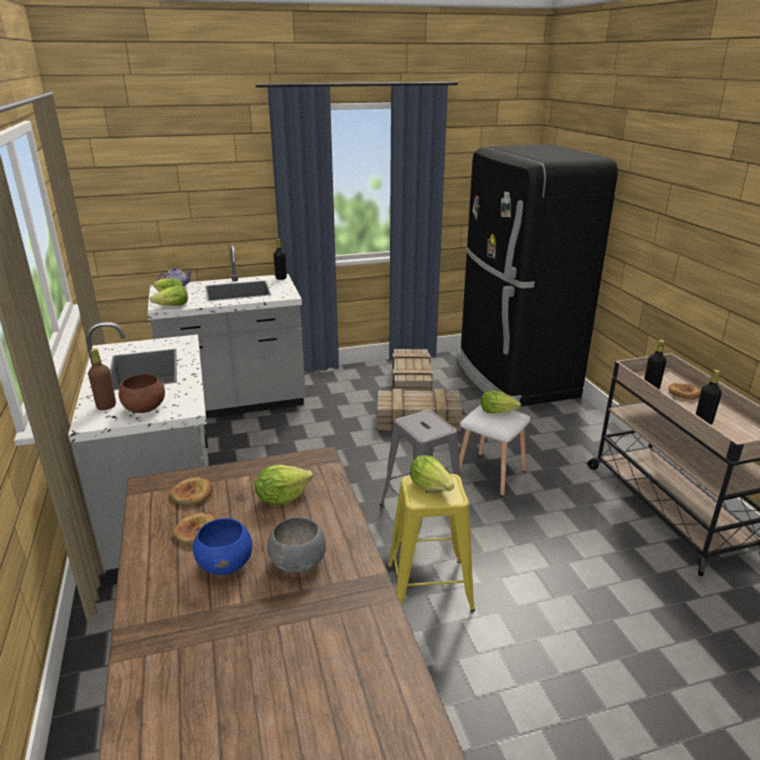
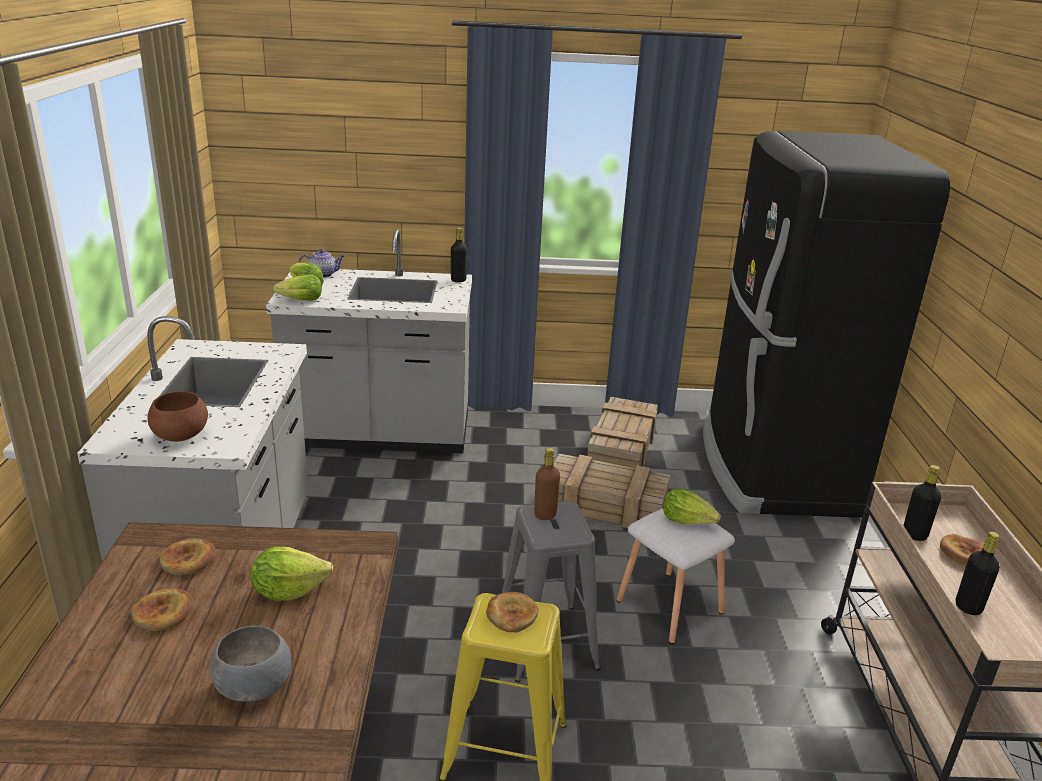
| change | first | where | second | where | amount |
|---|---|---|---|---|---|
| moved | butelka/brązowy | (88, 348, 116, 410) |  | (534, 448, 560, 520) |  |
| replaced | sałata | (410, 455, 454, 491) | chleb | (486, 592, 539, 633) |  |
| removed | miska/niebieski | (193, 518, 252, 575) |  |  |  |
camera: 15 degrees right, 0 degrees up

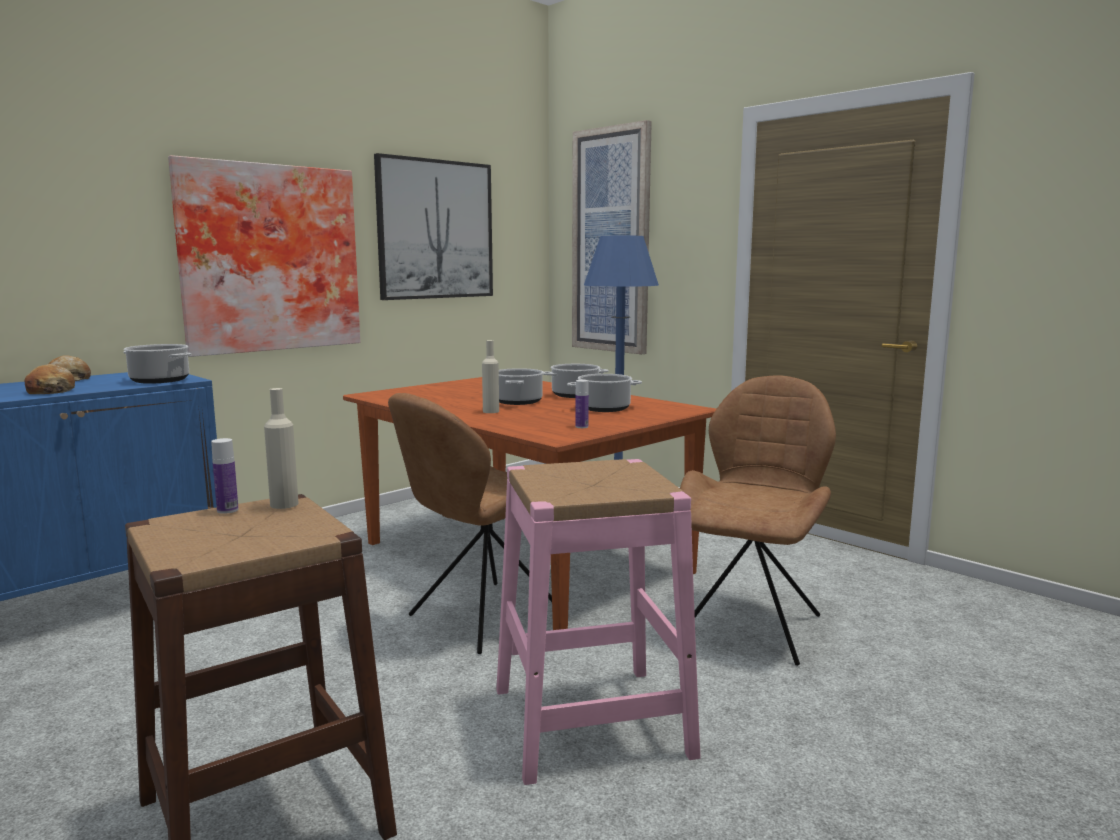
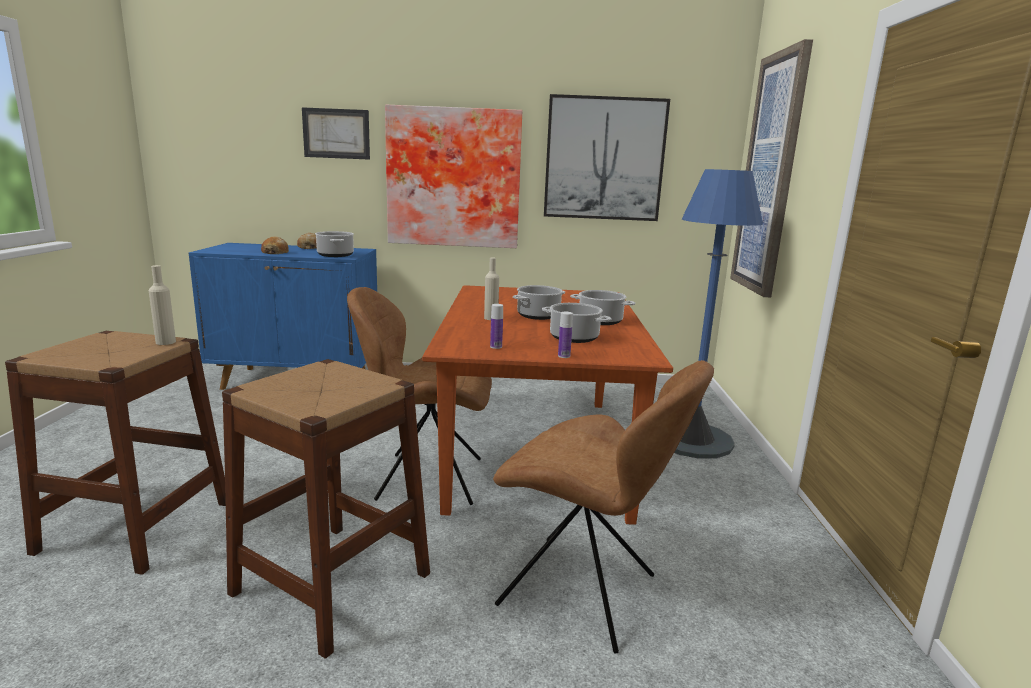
| change | first | where | second | where | amount |
|---|---|---|---|---|---|
| turned | krzesło/brązowy | (680, 375, 836, 666) |  | (493, 360, 714, 654) | 45 degrees clockwise |
| moved | butelka | (211, 438, 239, 514) |  | (558, 312, 573, 358) |  |
| recoloured | stołek/różowy | (496, 459, 701, 785) | stołek/brązowy | (222, 359, 430, 659) |  |
| added |  |  | obraz | (302, 107, 370, 160) |  |
camera: 45 degrees right, 5 degrees up

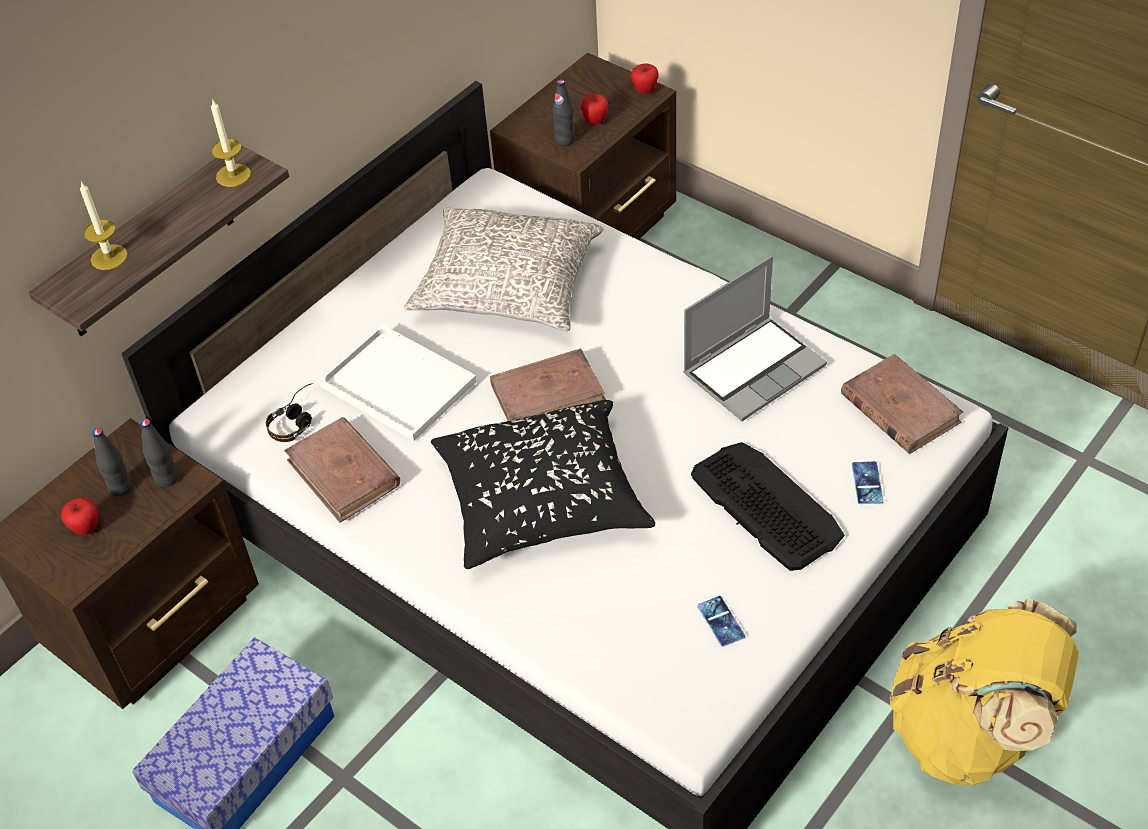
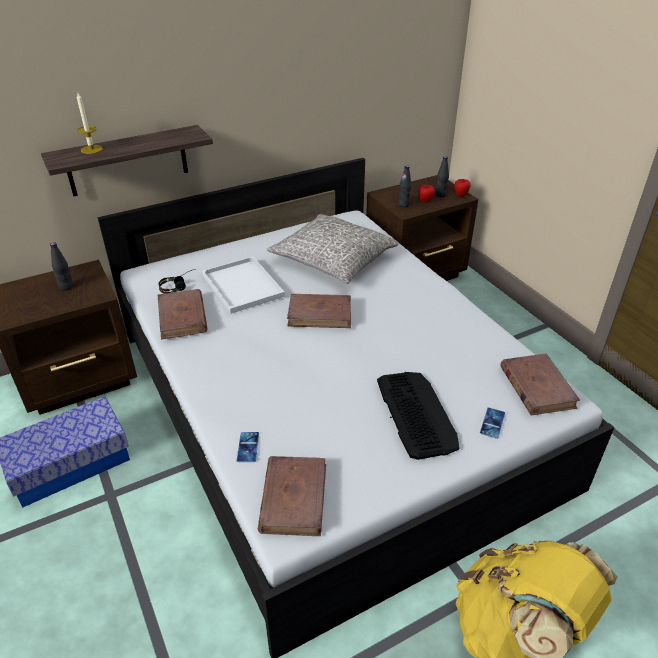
| change | first | where | second | where | amount |
|---|---|---|---|---|---|
| removed | świeca | (211, 100, 251, 187) |  |  |  |
| removed | laptop | (683, 256, 827, 421) |  |  |  |
| removed | poduszka/czarny | (431, 400, 655, 569) |  |  |  |
| moved | butelka/czarny | (140, 419, 178, 487) |  | (435, 156, 449, 197) |  |
| removed | jabłko | (61, 497, 98, 535) |  |  |  |
| moved | telefon | (697, 596, 745, 647) |  | (237, 432, 259, 462) |  |
| added |  |  | książka/brązowy | (258, 456, 326, 536) |  |
camera: 20 degrees right, 10 degrees down

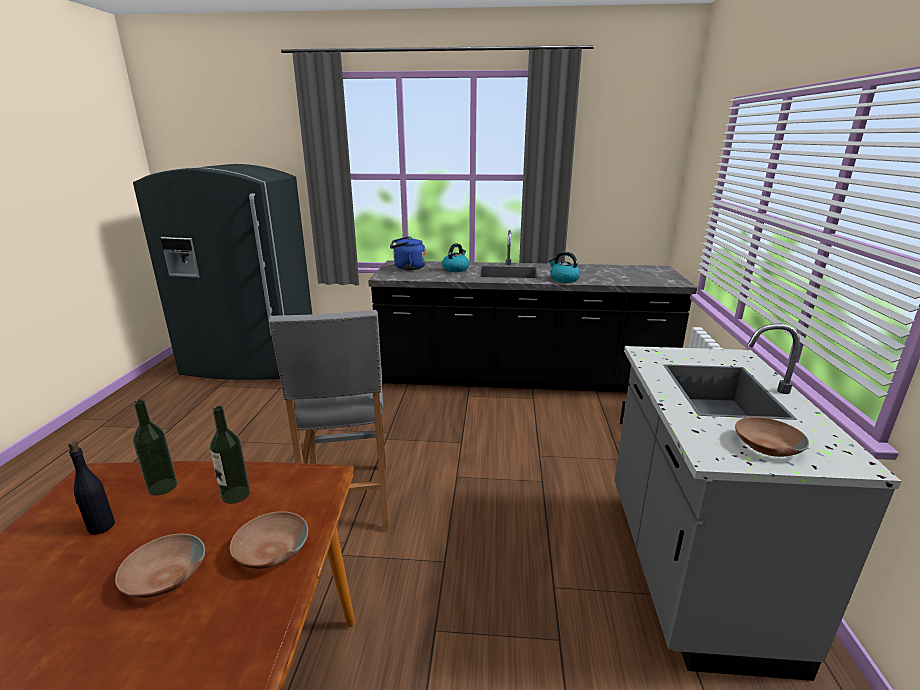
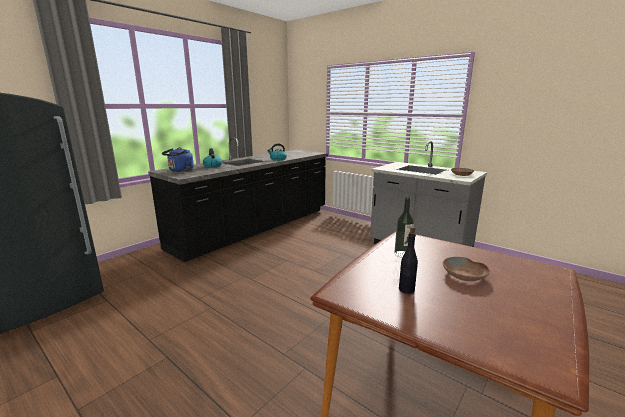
| change | first | where | second | where | amount |
|---|---|---|---|---|---|
| removed | stołek/szary | (269, 310, 389, 532) |  |  |  |
| removed | butelka | (133, 400, 177, 496) |  |  |  |
| removed | miska/brązowy | (230, 511, 308, 569) |  |  |  |
camera: 55 degrees left, 5 degrees down

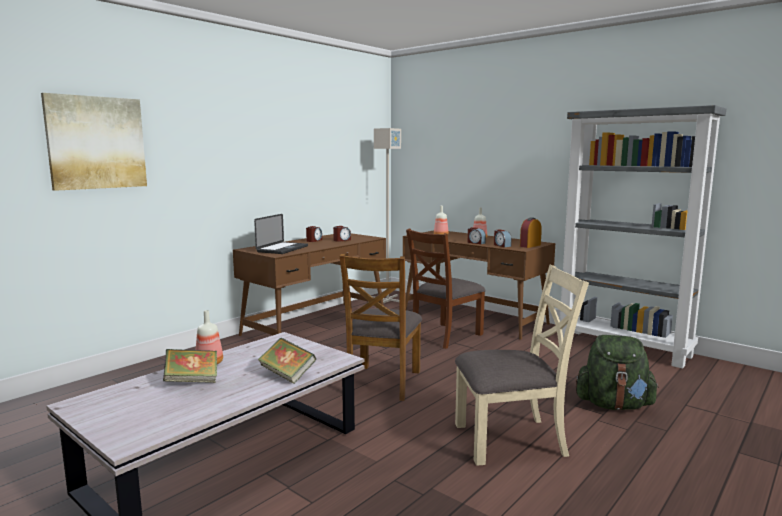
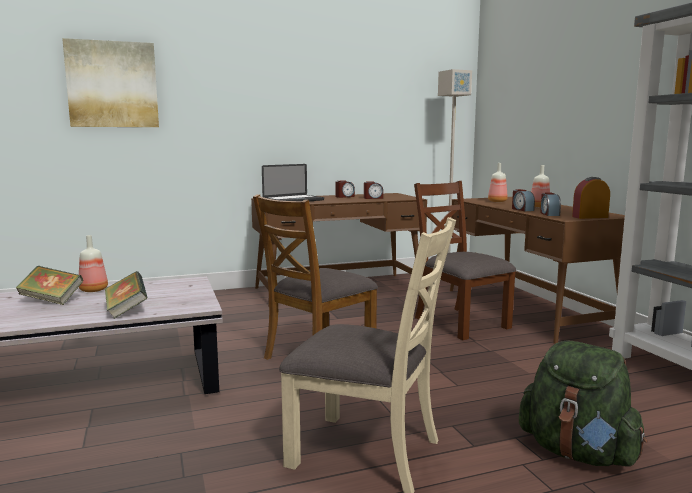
| change | first | where | second | where | amount |
|---|---|---|---|---|---|
| turned | krzesło/brązowy | (406, 229, 486, 349) |  | (414, 181, 516, 340) | 75 degrees clockwise |
camera: 30 degrees right, 0 degrees up

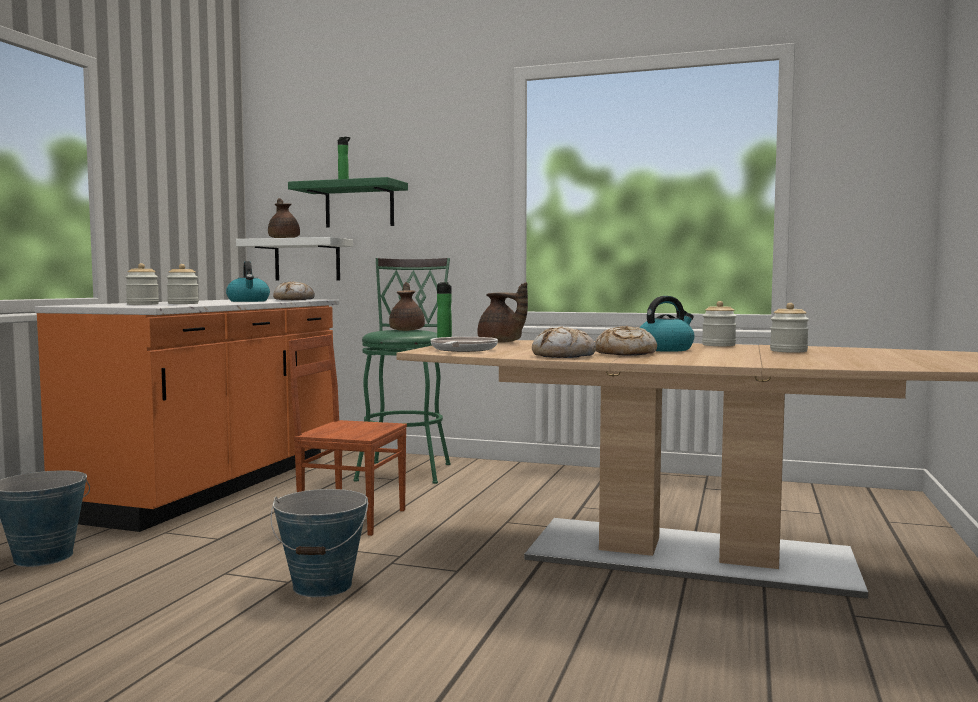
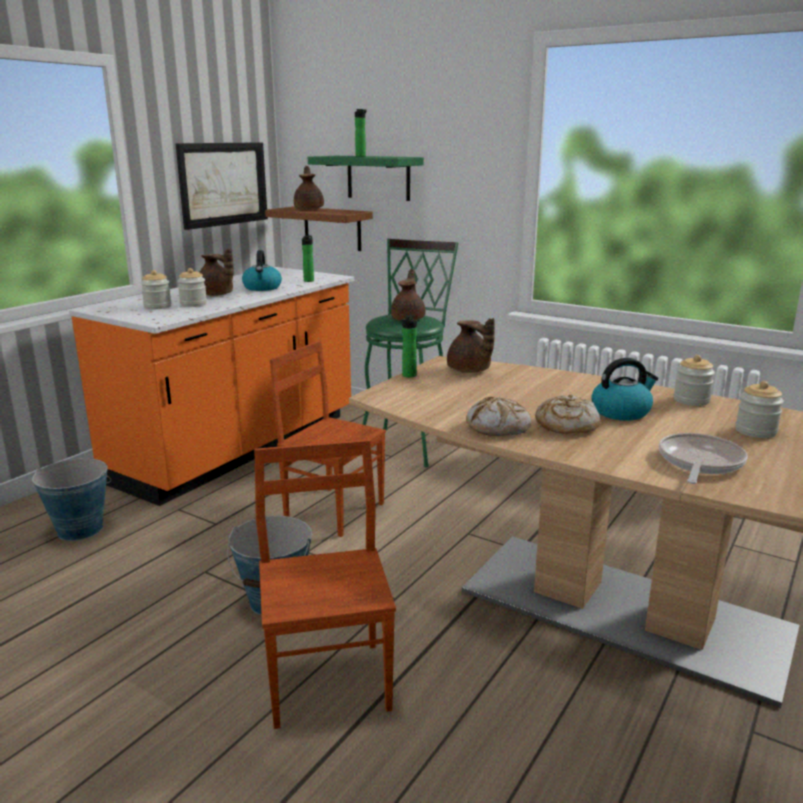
| change | first | where | second | where | amount |
|---|---|---|---|---|---|
| recoloured | półka/biały | (236, 237, 353, 281) | półka/brązowy | (265, 206, 373, 251) |  |
| replaced | chleb | (273, 281, 315, 300) | butelka | (302, 236, 314, 282) |  |
| moved | patelnia | (431, 337, 498, 352) |  | (659, 433, 748, 484) |  |
| added |  |  | obraz | (176, 142, 268, 230) |  |
| added |  |  | imbryk/brązowy | (200, 248, 234, 296) |  |
| added |  |  | krzesło/brązowy | (254, 439, 396, 729) |  |
camera: 15 degrees right, 15 degrees up

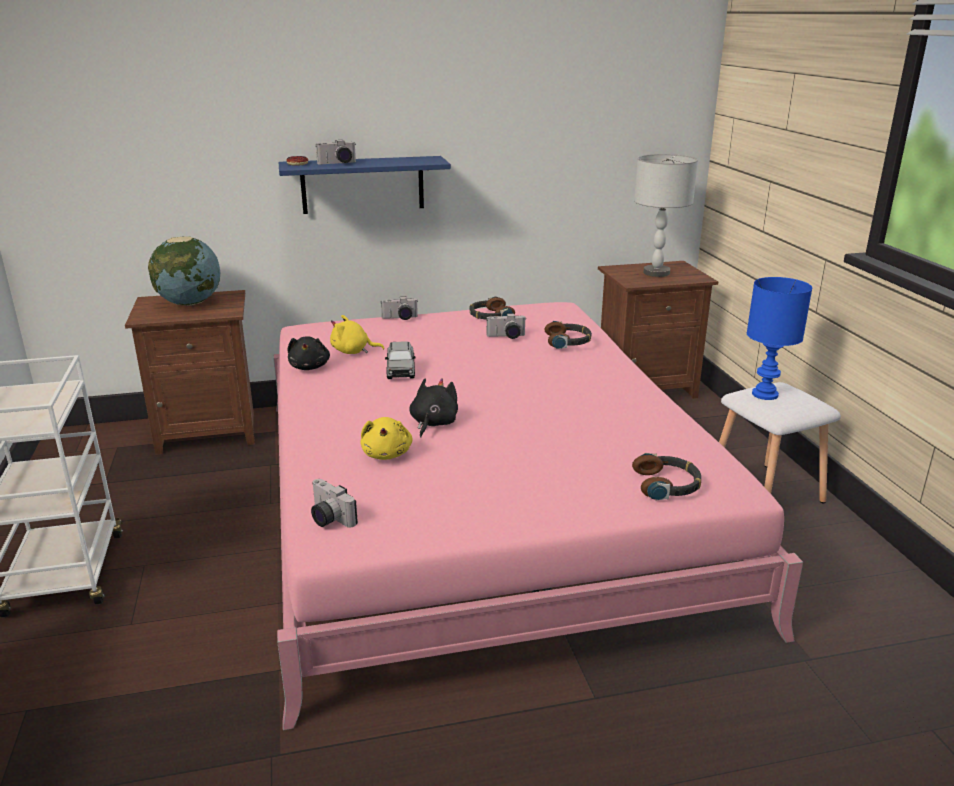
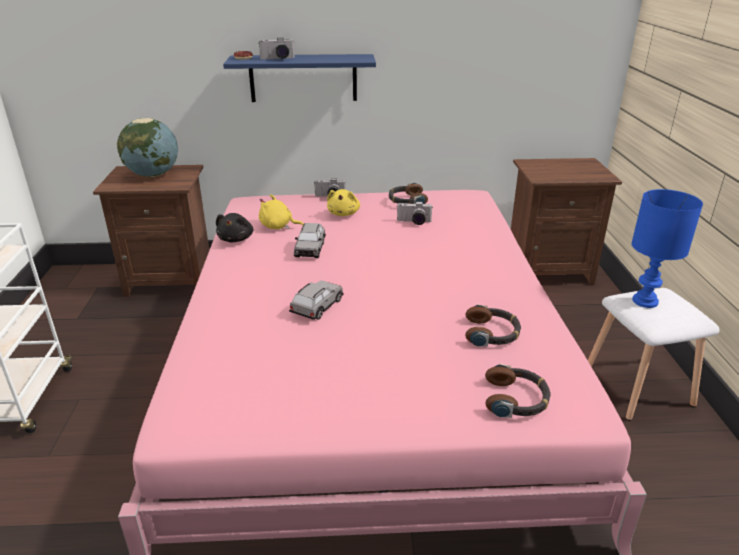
| change | first | where | second | where | amount |
|---|---|---|---|---|---|
| removed | lampa stołowa/szary | (634, 154, 698, 277) |  |  |  |
| moved | słuchawki | (544, 321, 592, 349) |  | (465, 304, 521, 347) |  |
| replaced | pluszak/czarny | (409, 378, 458, 437) | samochodzik/szary | (289, 280, 344, 320) |  |
| moved | pluszak/żółty | (360, 417, 413, 460) |  | (327, 189, 360, 216) |  |
| removed | aparat fotograficzny | (311, 479, 358, 528) |  |  |  |
camera: 10 degrees right, 5 degrees up

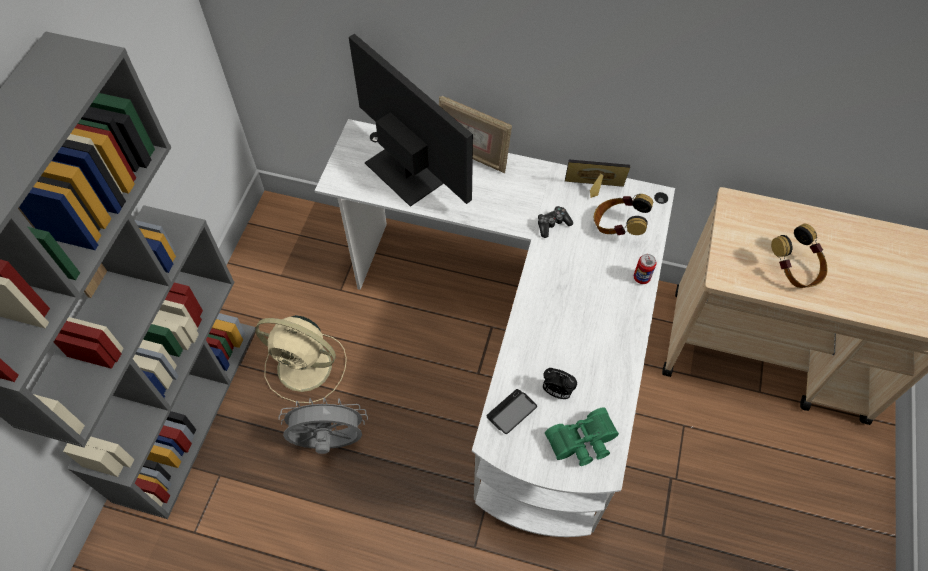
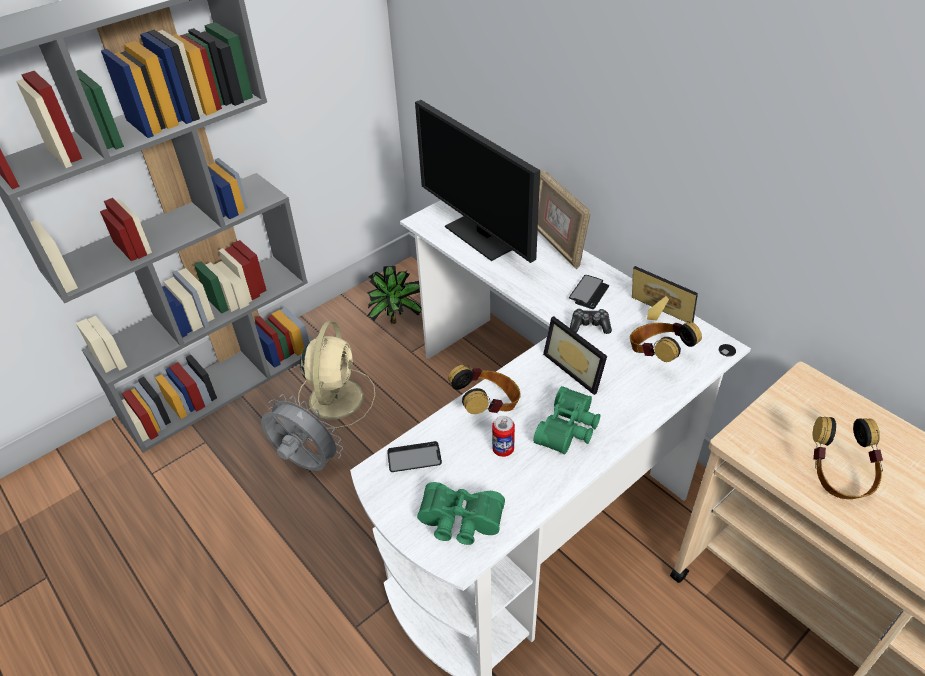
| change | first | where | second | where | amount |
|---|---|---|---|---|---|
| turned | monitor | (349, 34, 473, 207) |  | (415, 100, 540, 263) | 150 degrees clockwise |
| moved | puszka | (634, 254, 656, 284) |  | (492, 416, 515, 457) |  |
| turned | wentylator/beżowy | (255, 315, 347, 403) |  | (298, 321, 375, 429) | 135 degrees counterclockwise |
| removed | budzik | (543, 368, 577, 399) |  |  |  |
| added |  |  | roślina doniczkowa | (367, 266, 422, 324) |  |
| added |  |  | telefon | (569, 275, 609, 309) |  |
| added |  |  | ramka na zdjęcie | (543, 316, 607, 395) |  |
| added |  |  | słuchawki | (448, 365, 521, 414) |  |
| added |  |  | lornetka/zielony | (533, 386, 601, 455) |  |
camera: 35 degrees right, 15 degrees down

